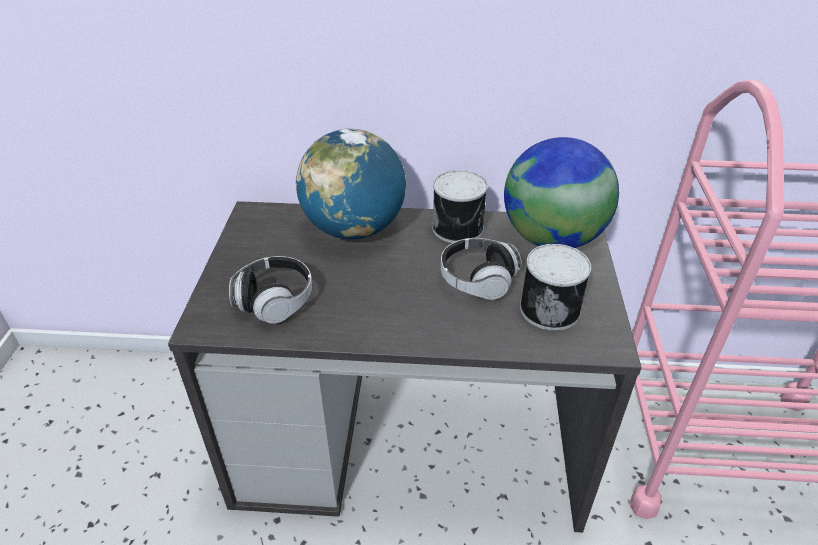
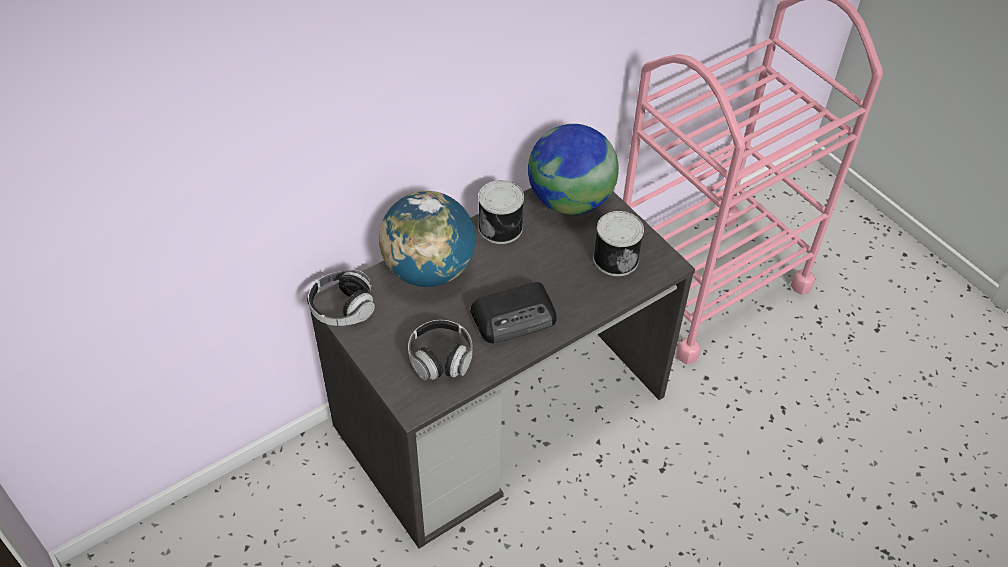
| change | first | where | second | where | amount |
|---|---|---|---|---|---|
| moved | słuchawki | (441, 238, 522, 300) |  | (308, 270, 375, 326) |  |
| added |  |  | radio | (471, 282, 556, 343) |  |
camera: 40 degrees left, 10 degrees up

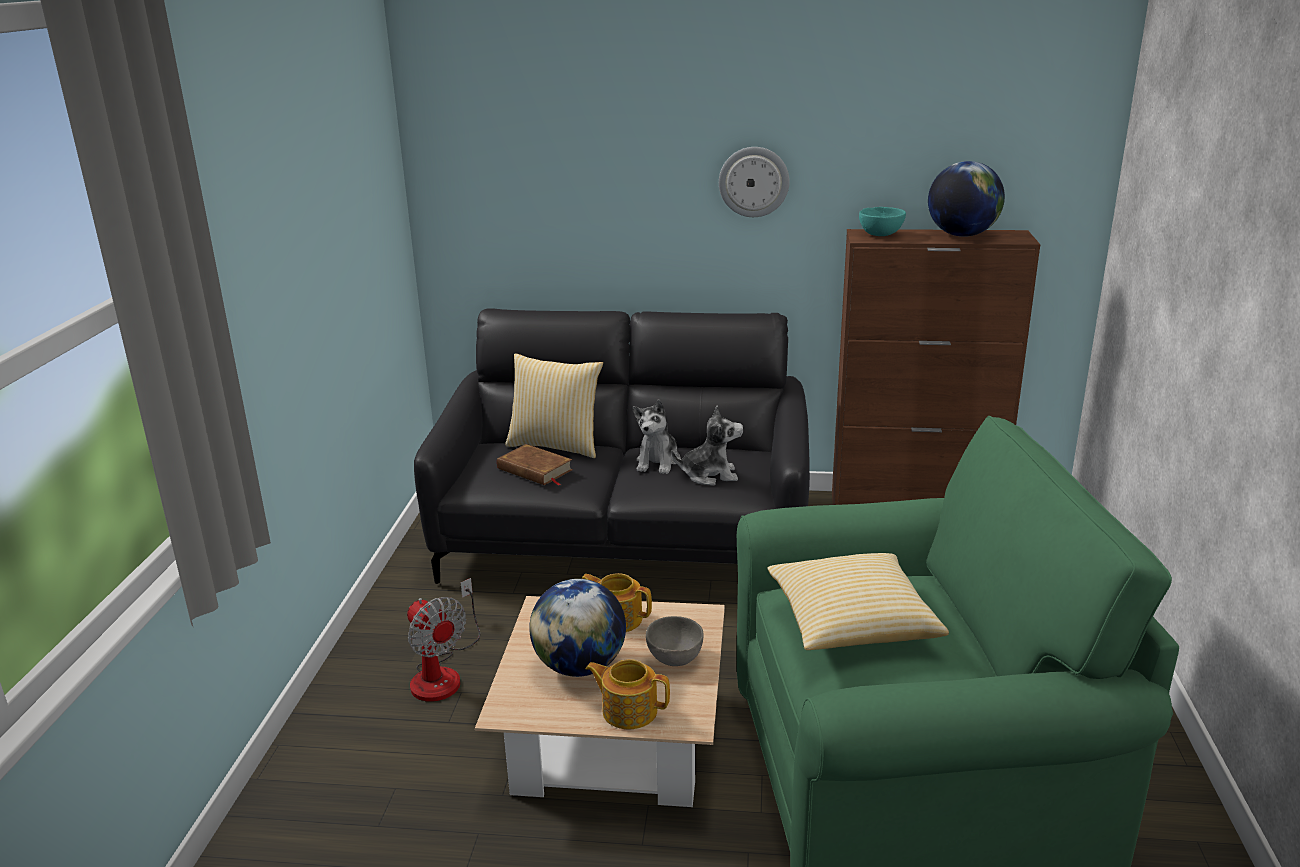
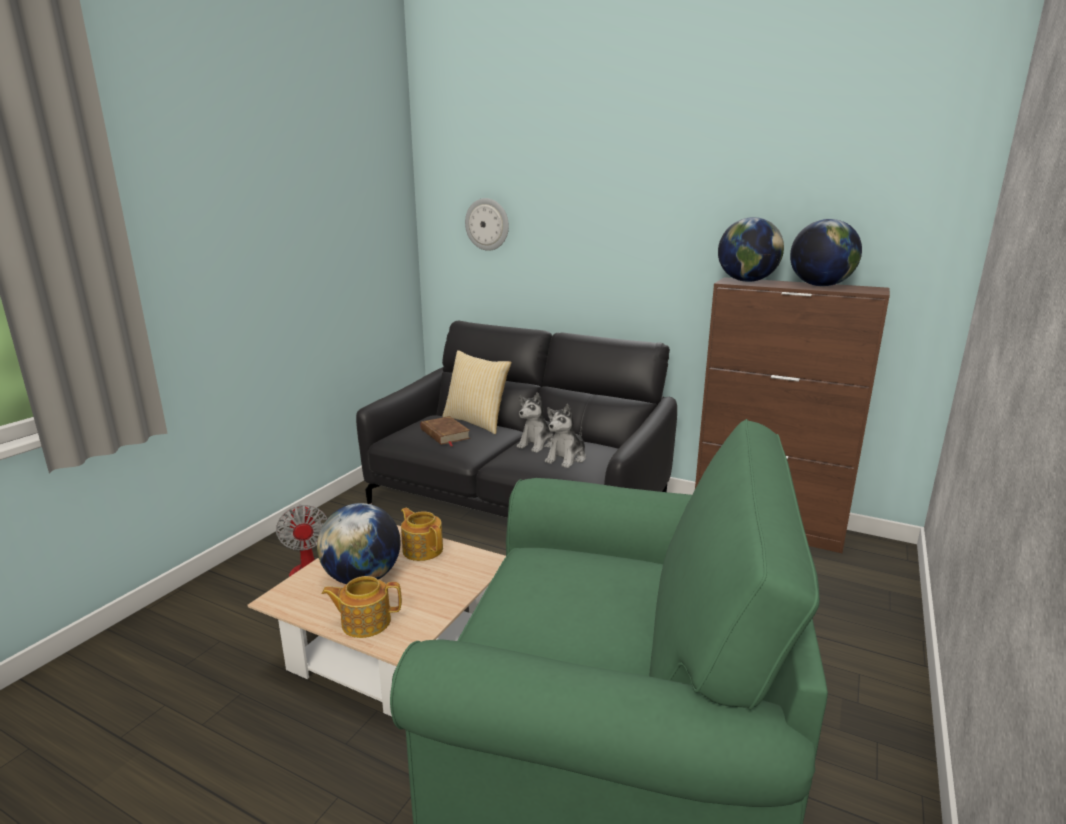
| change | first | where | second | where | amount |
|---|---|---|---|---|---|
| moved | zegar ścienny | (719, 147, 790, 217) |  | (465, 198, 509, 251) |  |
| replaced | miska/turkusowy | (859, 207, 906, 236) | globus | (718, 217, 784, 282) |  |
| turned | pluszak | (671, 405, 743, 485) |  | (545, 404, 586, 468) | 105 degrees clockwise |
| removed | poduszka | (767, 553, 949, 650) |  |  |  |
| removed | miska/szary | (646, 616, 704, 666) |  |  |  |
| turned | imbryk | (586, 659, 670, 729) |  | (322, 576, 402, 638) | 45 degrees counterclockwise |
camera: 20 degrees right, 5 degrees down

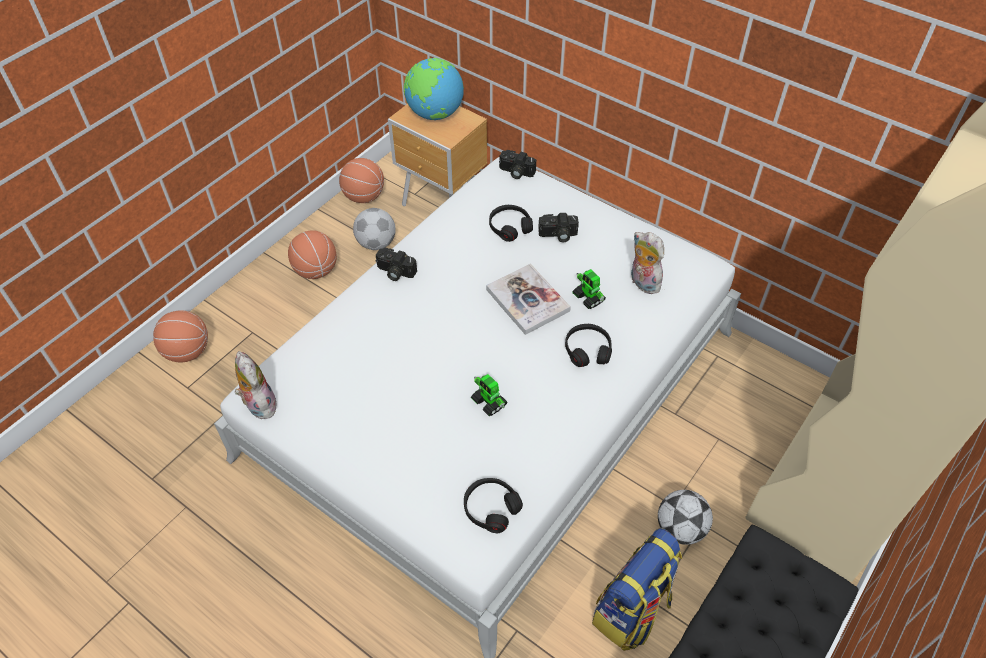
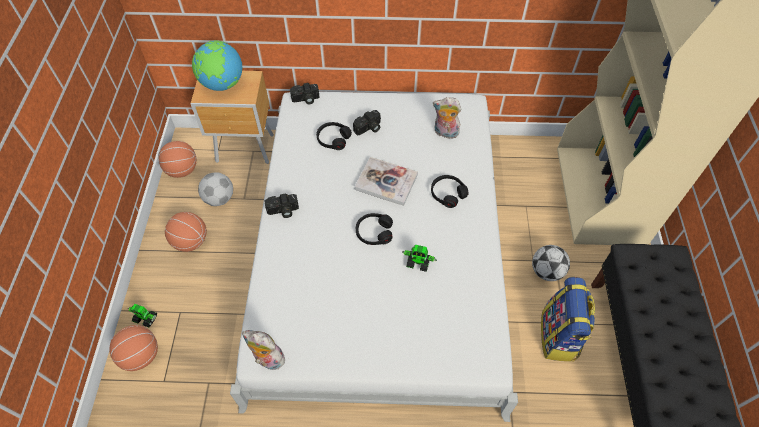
| change | first | where | second | where | amount |
|---|---|---|---|---|---|
| moved | robot zabawkowy | (573, 269, 606, 309) |  | (128, 304, 157, 327) |  |
| moved | słuchawki/czarny | (464, 478, 523, 533) |  | (356, 213, 393, 245) |  |
camera: 35 degrees left, 5 degrees up

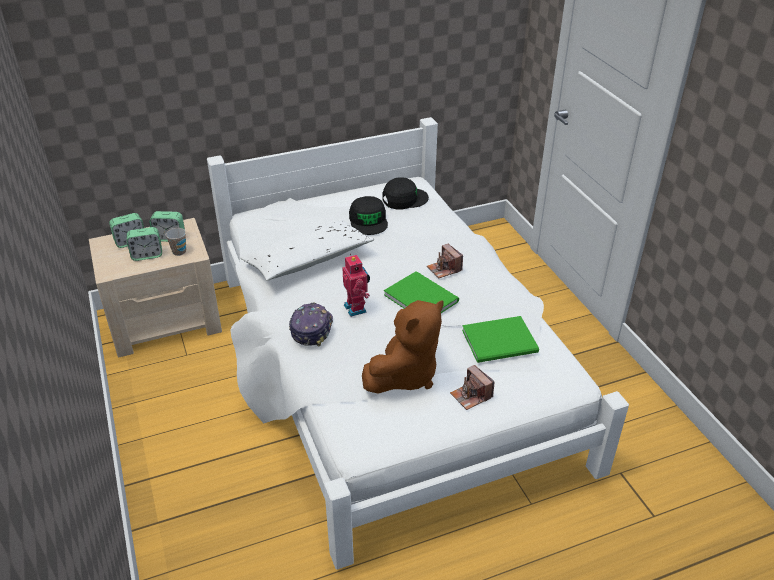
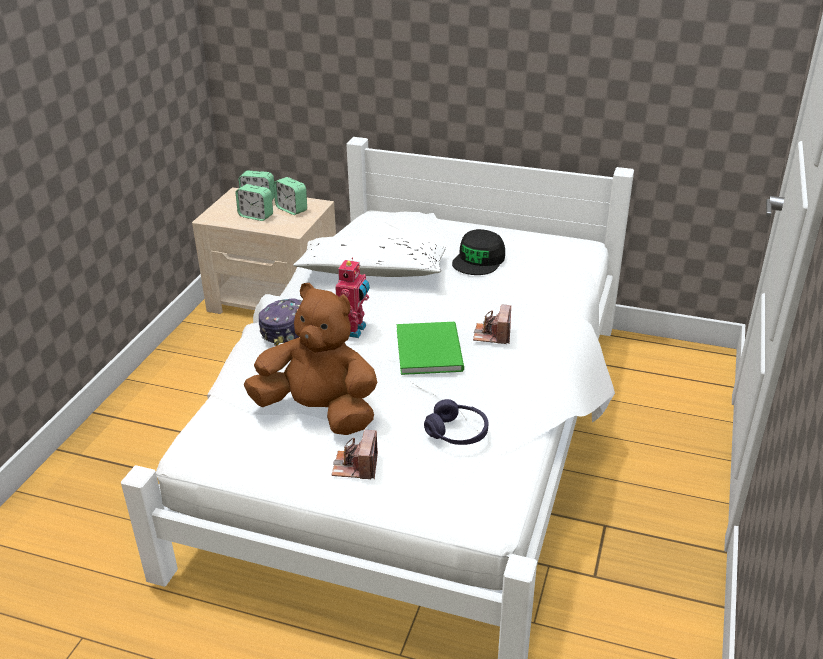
| change | first | where | second | where | amount |
|---|---|---|---|---|---|
| removed | czapka z daszkiem/czarny | (382, 177, 429, 209) |  |  |  |
| removed | filiżanka | (165, 228, 186, 256) |  |  |  |
| turned | pluszak/brązowy | (362, 300, 443, 394) |  | (244, 283, 377, 435) | 150 degrees counterclockwise |
| replaced | książka/zielony | (462, 316, 539, 363) | słuchawki/fioletowy | (424, 399, 488, 445) |  |
camera: 40 degrees right, 5 degrees down

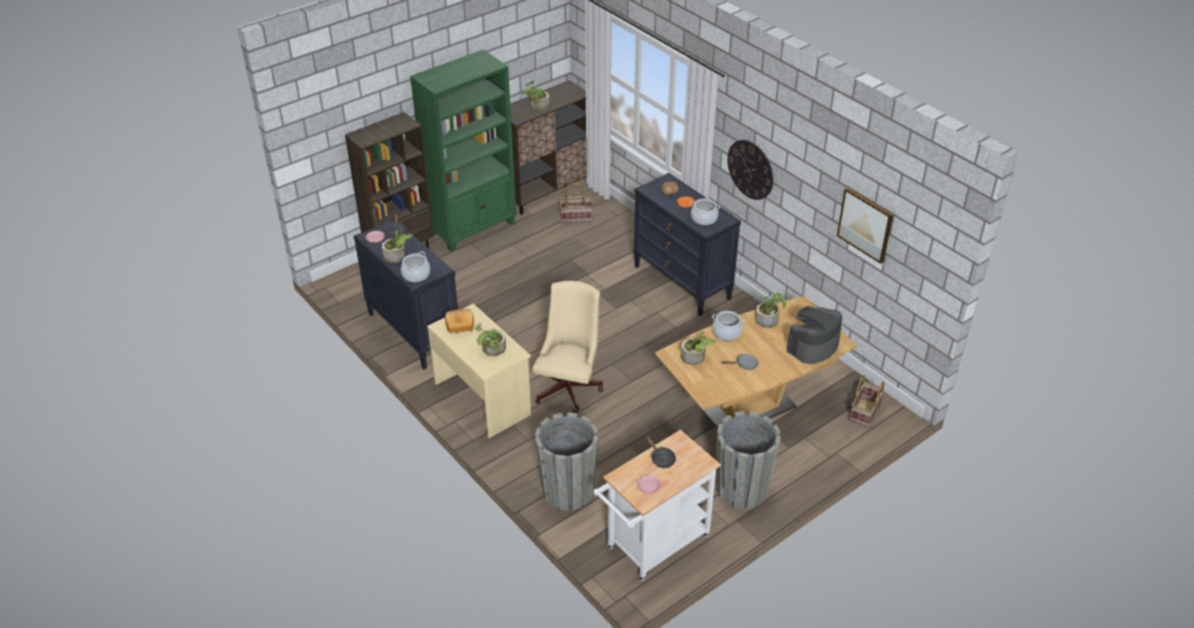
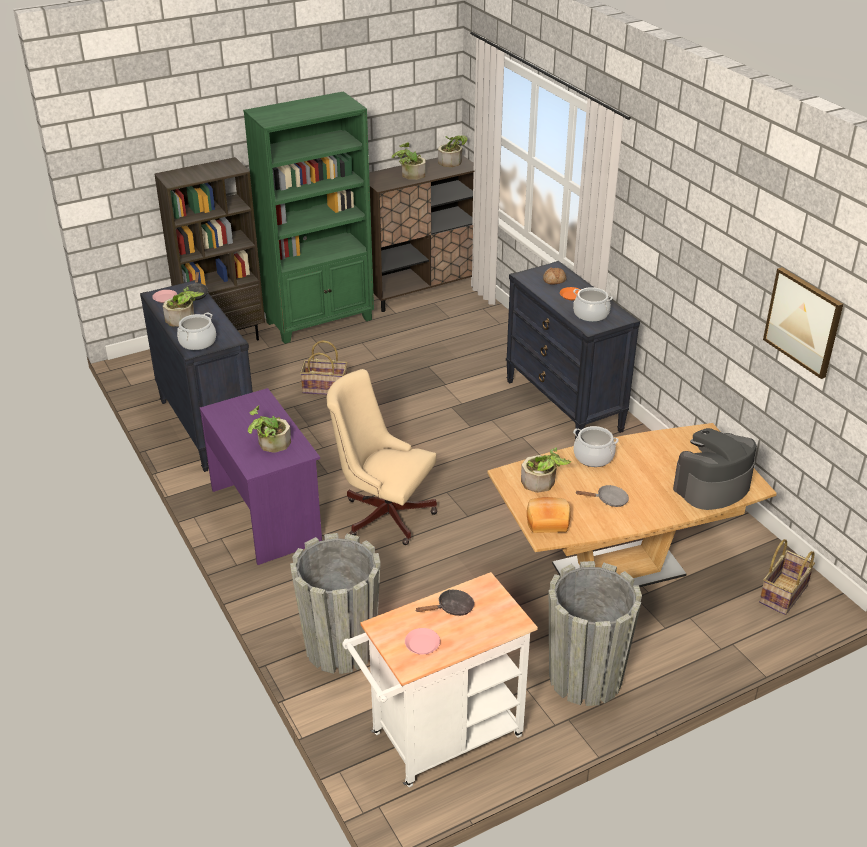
| change | first | where | second | where | amount |
|---|---|---|---|---|---|
| removed | zegar ścienny | (727, 140, 773, 200) |  |  |  |
| moved | koszyk | (559, 183, 593, 223) |  | (300, 340, 347, 395) |  |
| turned | krzesło biurowe/beżowy | (532, 281, 603, 413) |  | (327, 369, 438, 545) | 90 degrees counterclockwise |
| moved | roślina doniczkowa | (756, 293, 786, 328) |  | (438, 135, 467, 167) |  |
| recoloured | biurko/beżowy | (427, 304, 531, 438) | biurko/fioletowy | (200, 388, 322, 565) |  |
| moved | chleb | (445, 309, 474, 334) |  | (527, 497, 571, 533) |  |
| turned | patelnia/czarny | (646, 436, 676, 468) |  | (416, 590, 474, 616) | 90 degrees counterclockwise |
camera: 10 degrees right, 5 degrees down

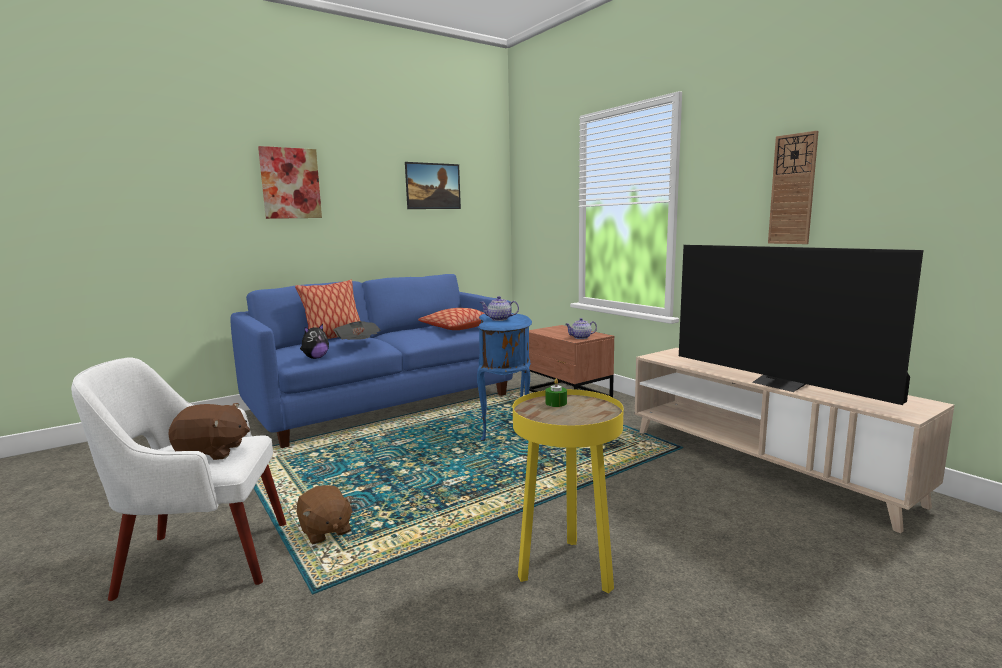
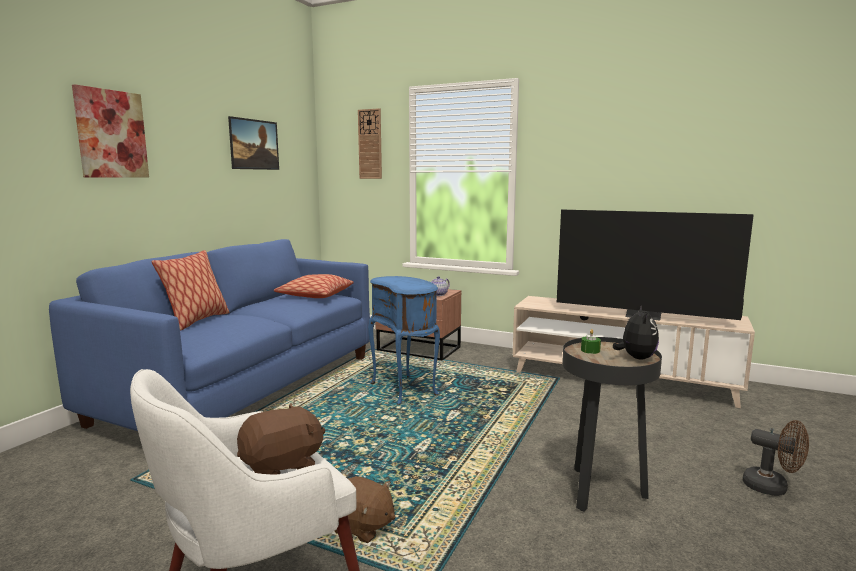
| change | first | where | second | where | amount |
|---|---|---|---|---|---|
| moved | zegar ścienny | (768, 131, 819, 244) |  | (358, 108, 382, 179) |  |
| removed | imbryk | (480, 296, 519, 321) |  |  |  |
| removed | gazeta | (333, 321, 380, 340) |  |  |  |
| moved | pluszak | (300, 324, 329, 359) |  | (613, 305, 659, 360) |  |
| recoloured | stolik/żółty | (513, 389, 623, 594) | stolik/czarny | (562, 337, 662, 512) |  |
| added |  |  | wentylator/brązowy | (743, 420, 809, 496) |  |
camera: 30 degrees left, 0 degrees up

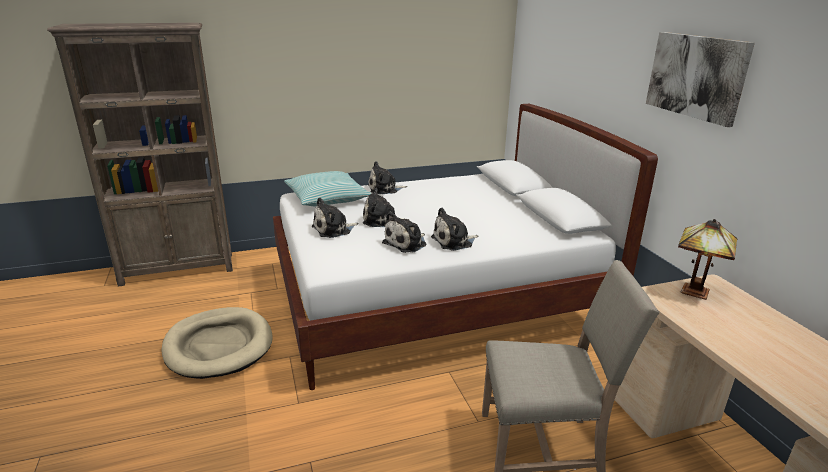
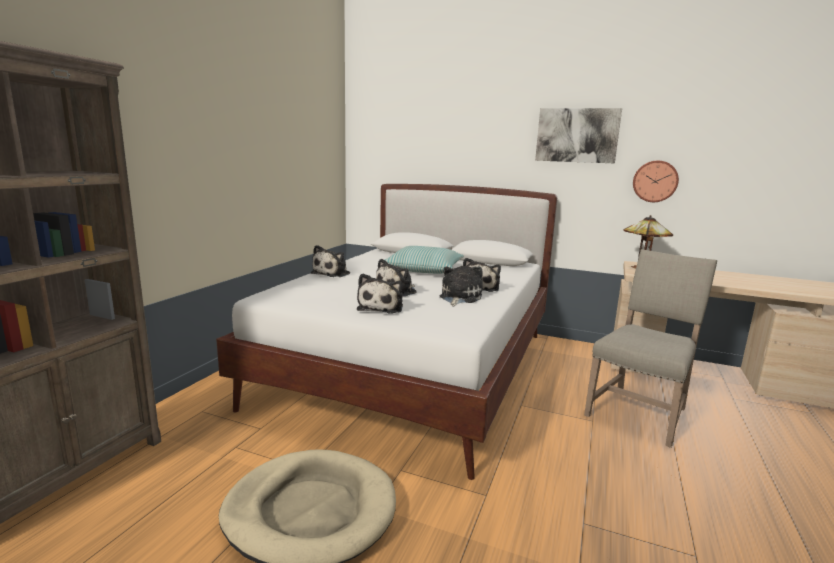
| change | first | where | second | where | amount |
|---|---|---|---|---|---|
| moved | poduszka | (284, 171, 372, 206) |  | (385, 246, 464, 274) |  |
| turned | pluszak | (382, 211, 427, 253) |  | (440, 266, 483, 306) | 150 degrees counterclockwise |
| added |  |  | zegar ścienny | (633, 161, 679, 202) |  |
camera: 50 degrees left, 10 degrees down

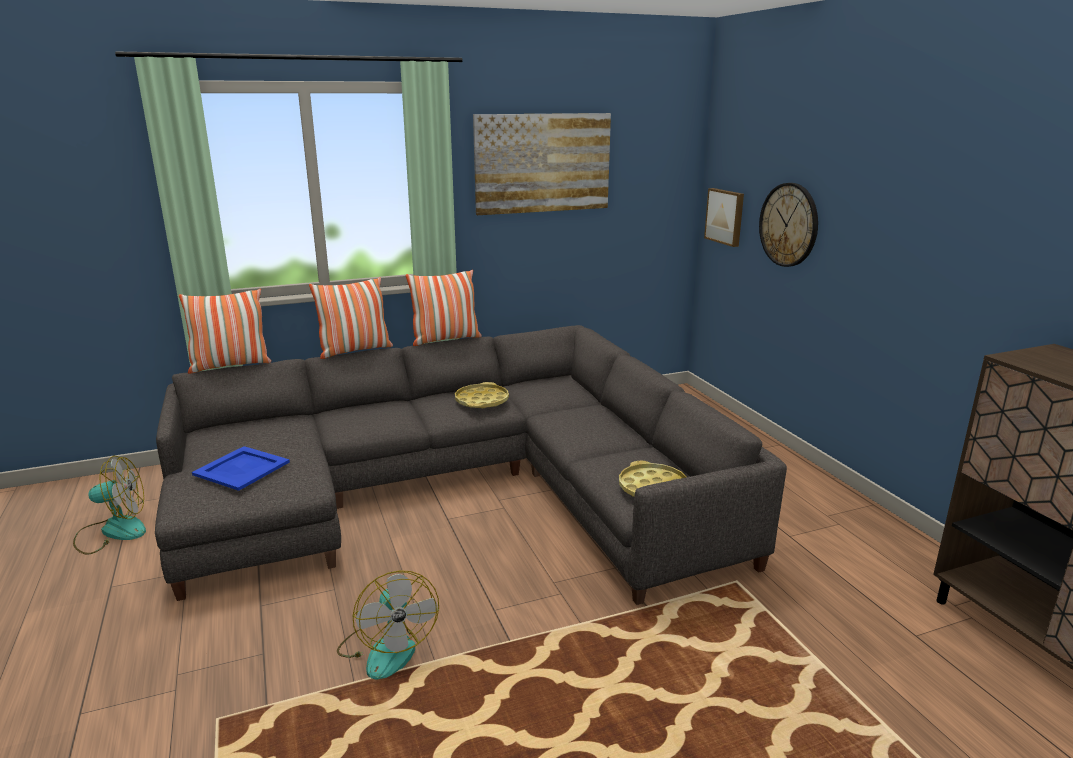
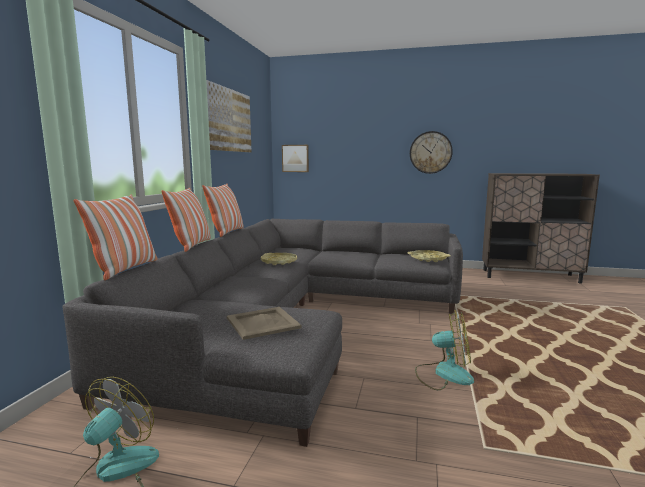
| change | first | where | second | where | amount |
|---|---|---|---|---|---|
| moved | zegar ścienny | (759, 183, 818, 267) |  | (410, 131, 453, 174) |  |
| recoloured | taca/niebieski | (192, 446, 290, 491) | taca/beżowy | (227, 307, 302, 340) |  |
camera: 55 degrees left, 10 degrees down

